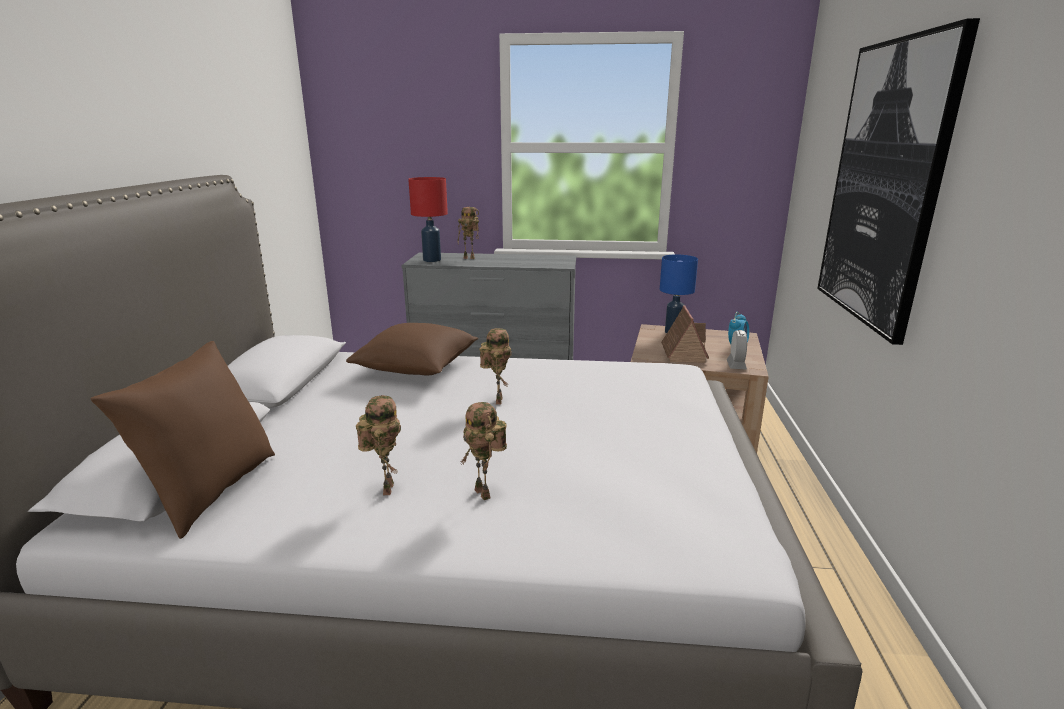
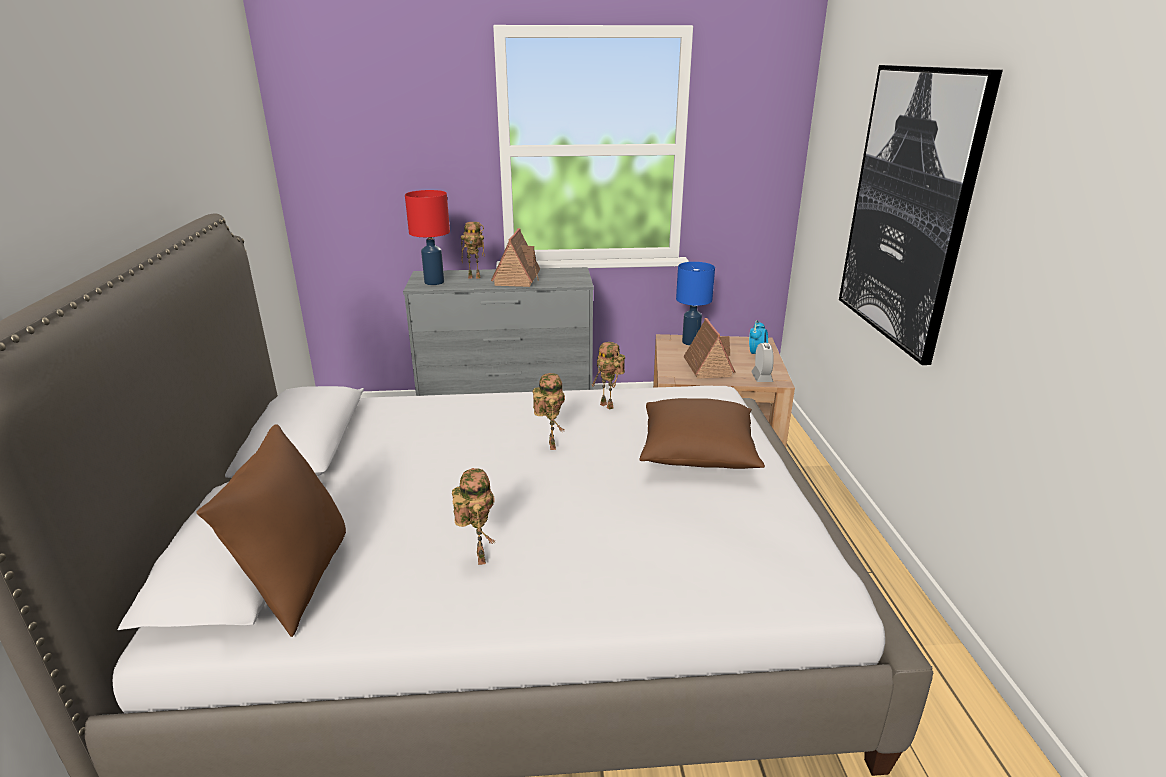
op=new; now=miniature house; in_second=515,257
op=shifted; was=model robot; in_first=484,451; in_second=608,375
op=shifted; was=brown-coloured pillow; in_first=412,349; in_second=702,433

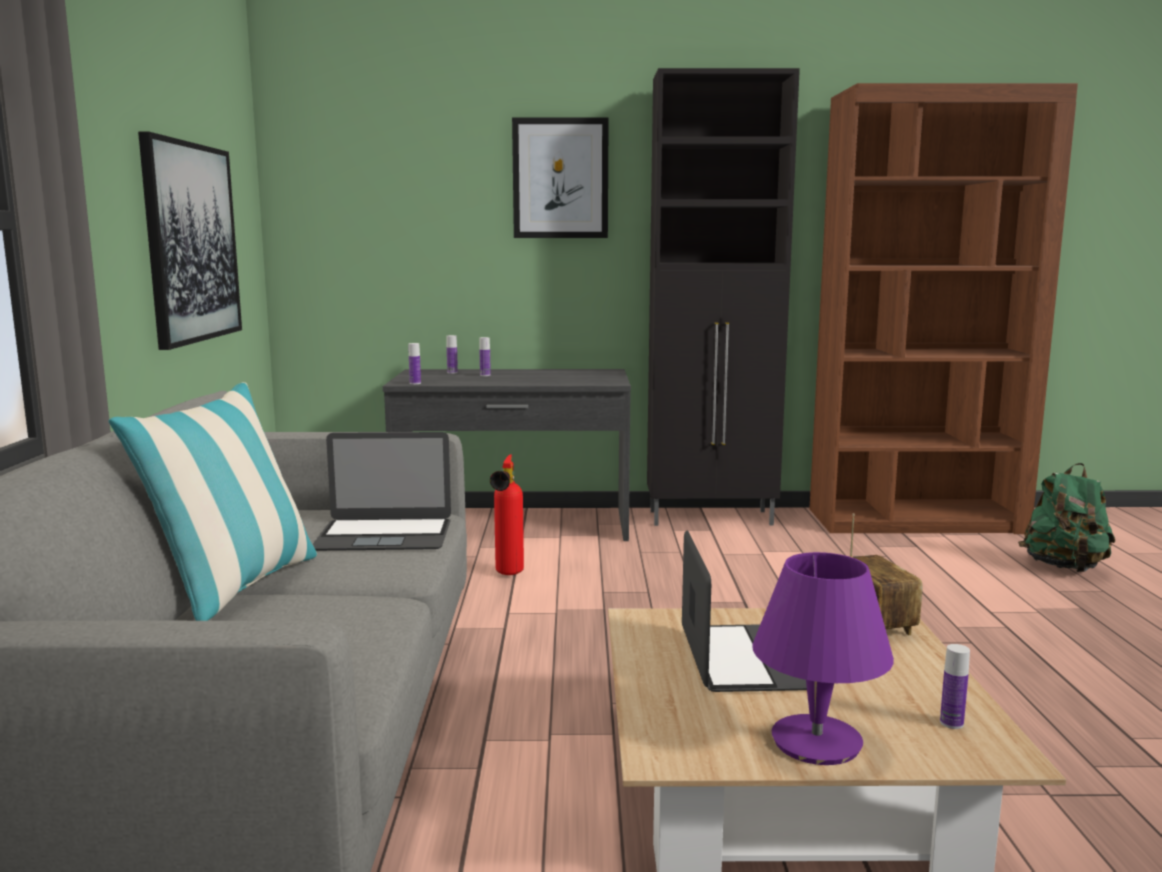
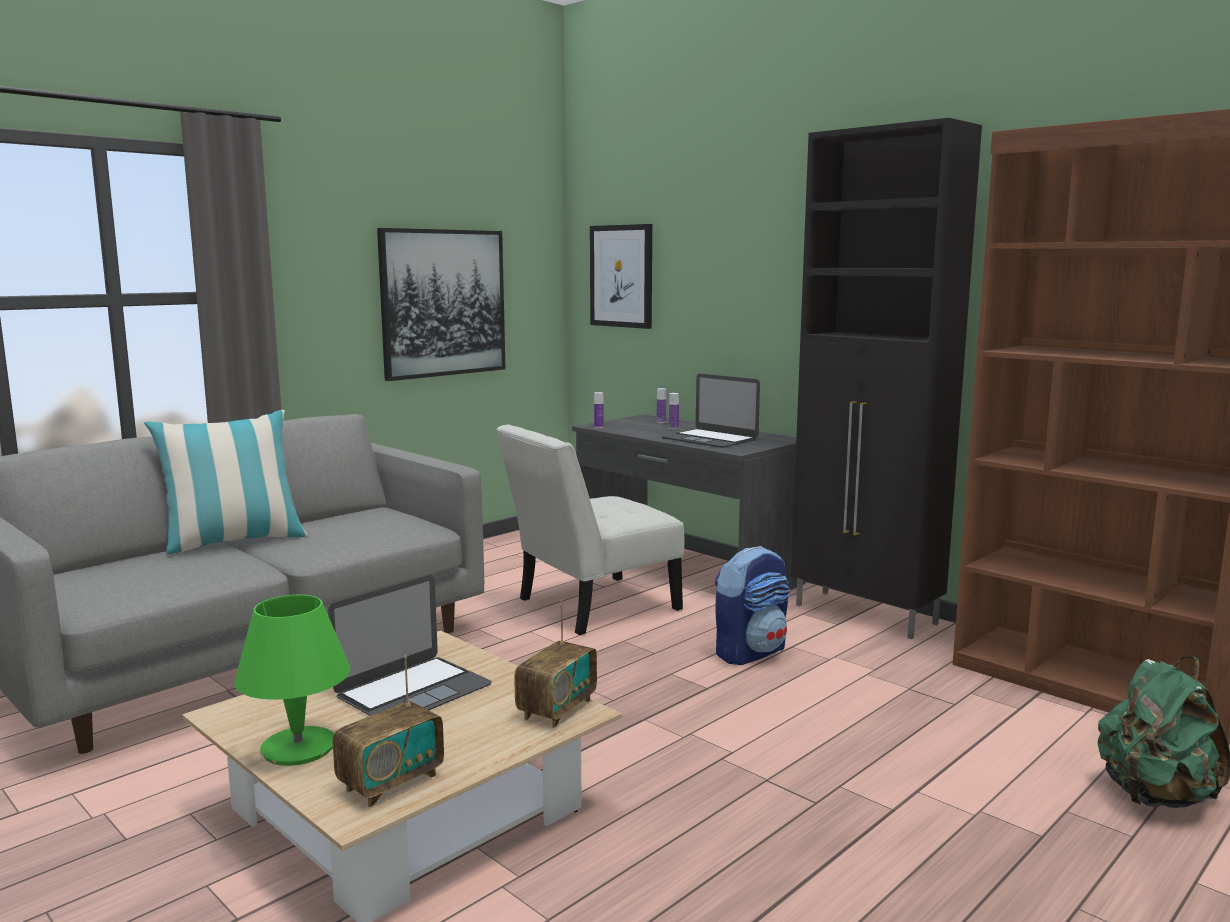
op=repainted; was=purple-coloured table lamp; now=green table lamp; in_first=823,658; in_second=292,680
op=swapped; was=bottle; now=radio receiver; in_first=955,686; in_second=388,731
op=swapped; was=fire-fighting cylinder; now=white-coloured upright chair; in_first=507,514; in_second=590,529
op=shifted; was=wall picture; in_first=560,178; in_second=621,276
op=shifted; was=laptop; in_first=381,491; in_second=710,411
op=new; now=backpack; in_second=752,605

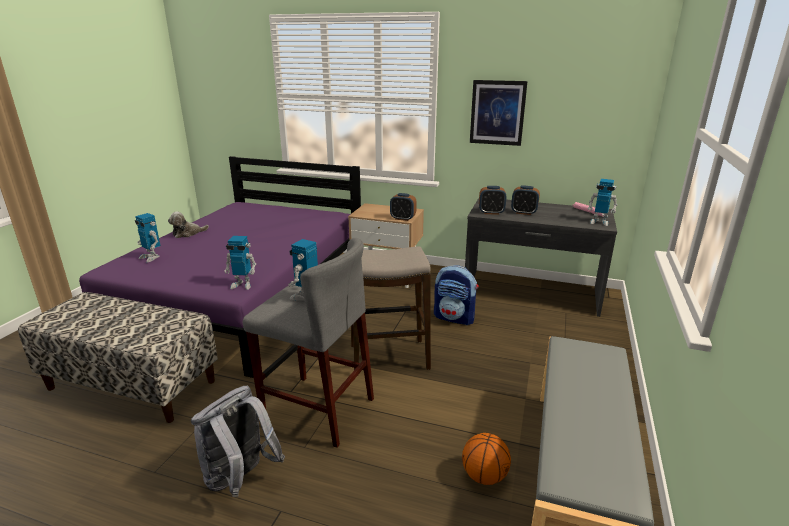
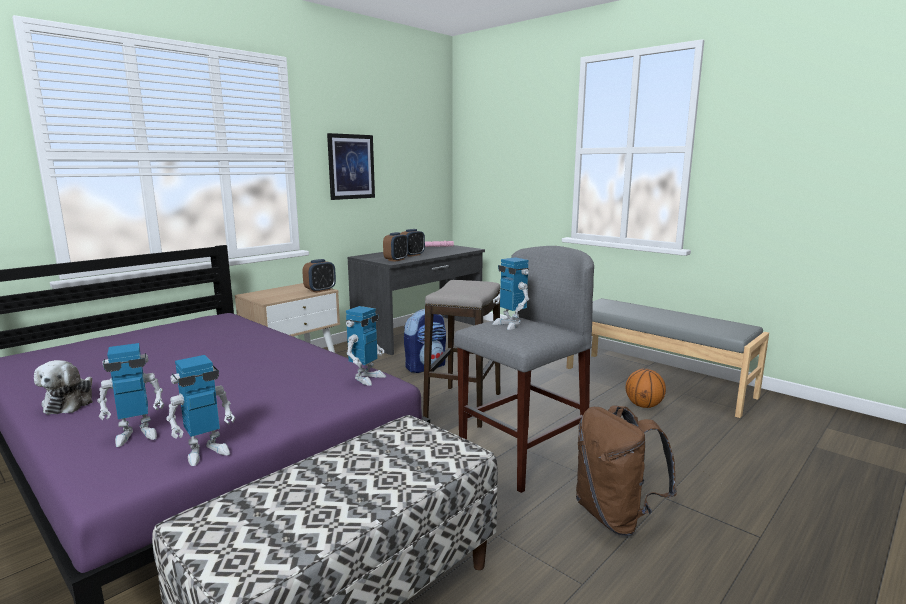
op=shifted; was=model robot; in_first=602,202; in_second=200,410
op=repainted; was=grey backpack; now=brown-coloured backpack; in_first=238,441; in_second=626,470

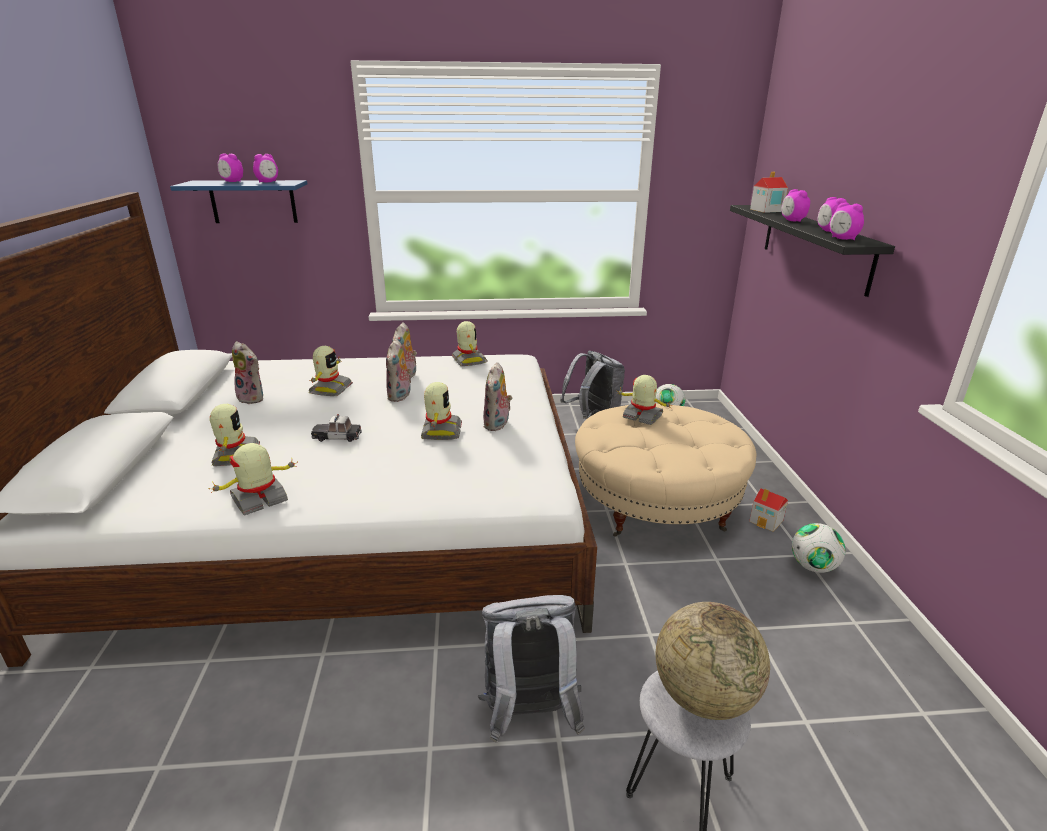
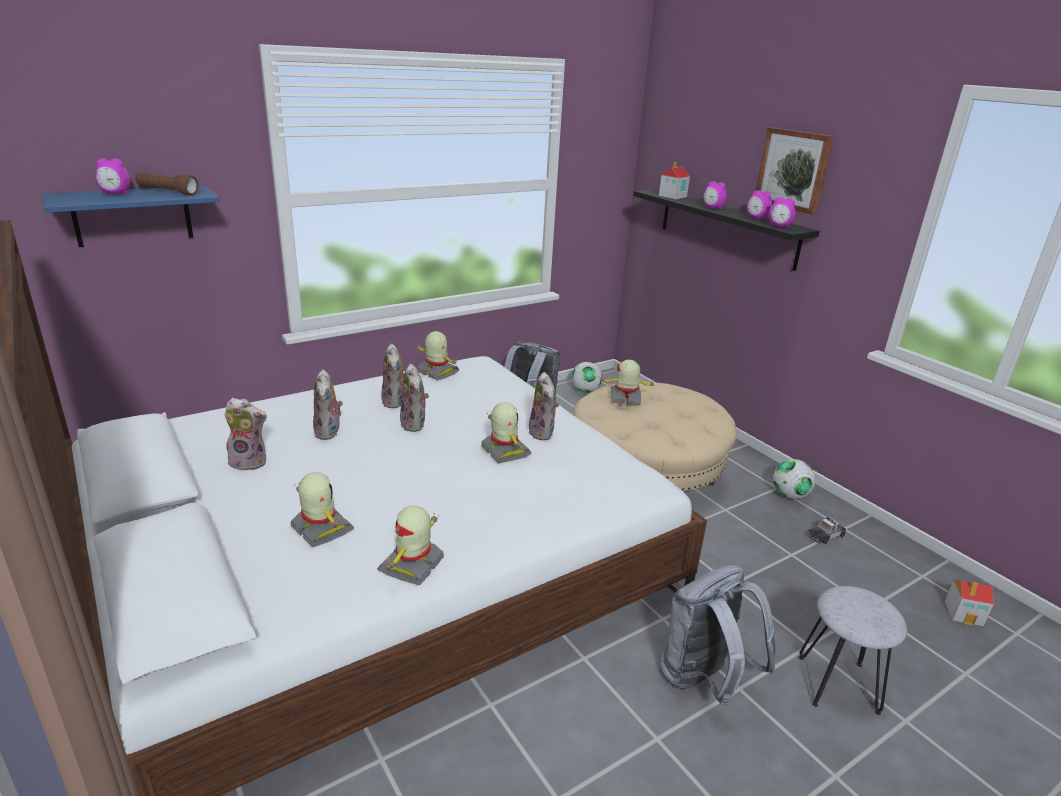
op=swapped; was=alarm clock; now=brown-coloured flashlight; in_first=265,168; in_second=167,184
op=swapped; was=model robot; now=plush toy; in_first=330,371; in_second=328,404
op=new; now=wall picture; in_second=795,171
op=shifted; was=toy car; in_first=336,428; in_second=826,530
op=shifted; was=miniature house; in_first=768,510; in_second=969,603
op=gone; was=globe; in_first=713,661

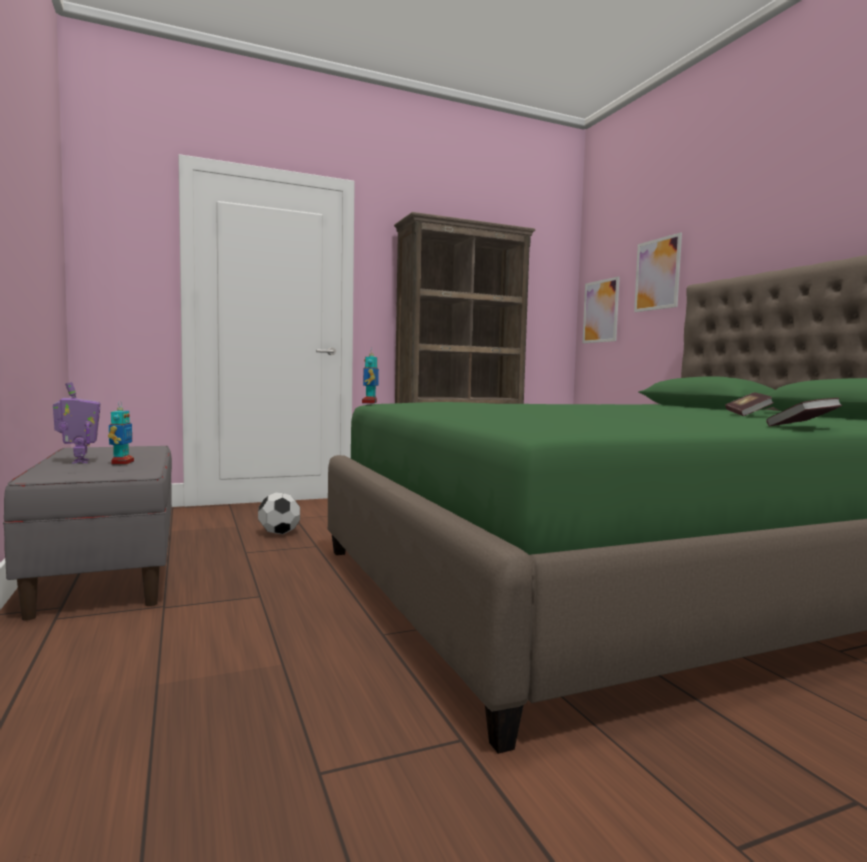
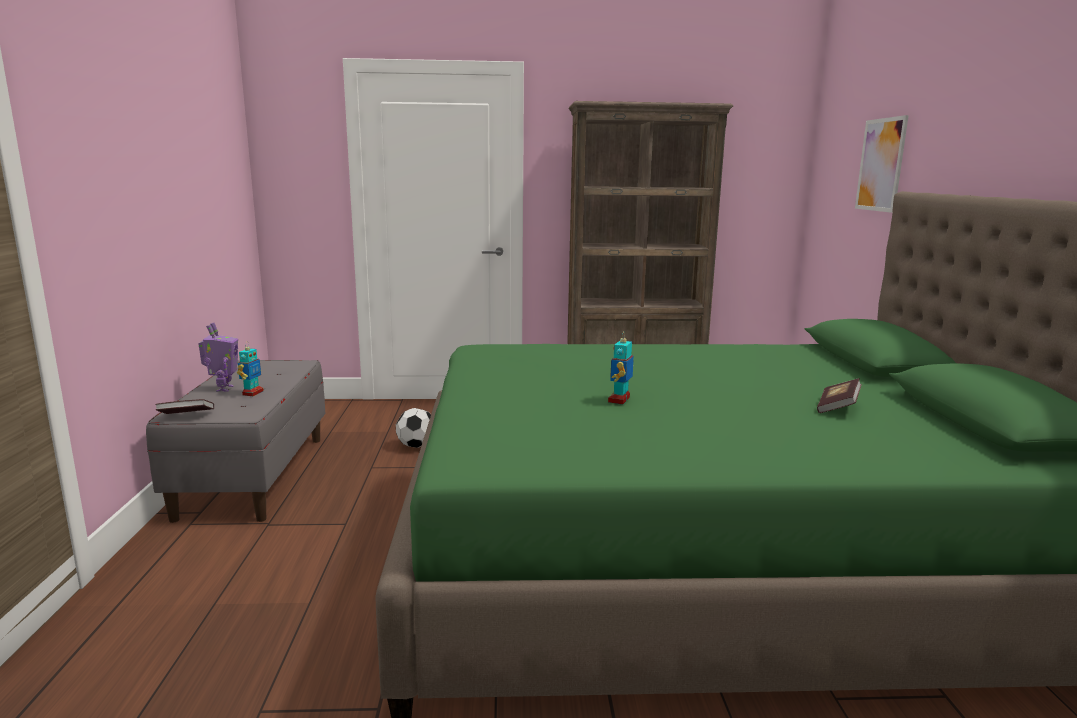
op=shifted; was=book; in_first=804,412; in_second=184,406
op=shifted; was=model robot; in_first=370,378; in_second=621,368
op=gone; was=wall picture; in_first=601,310

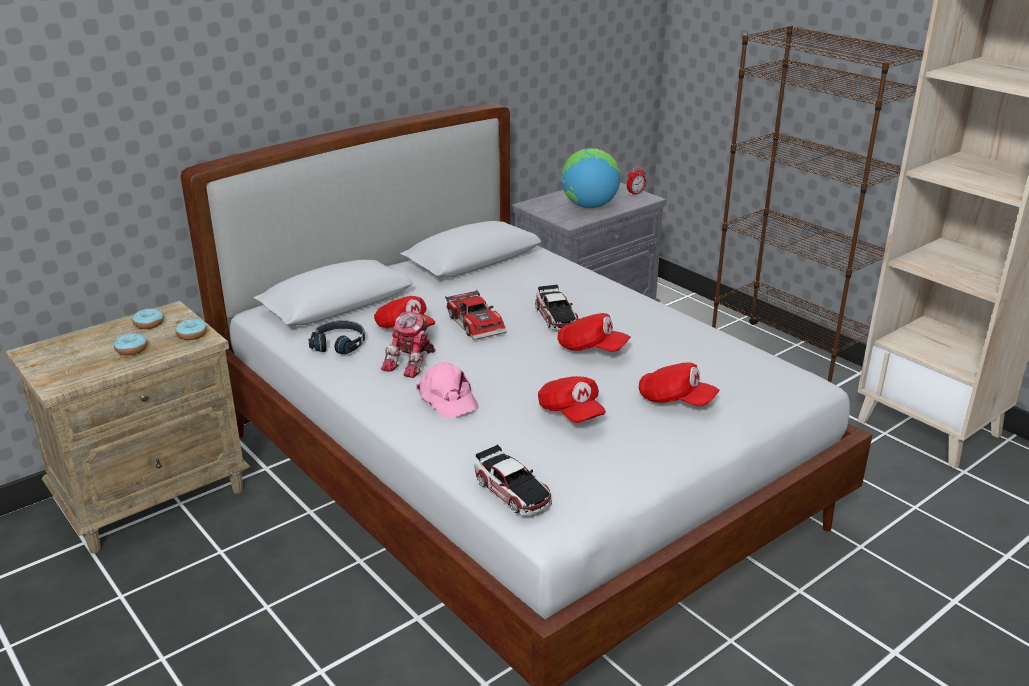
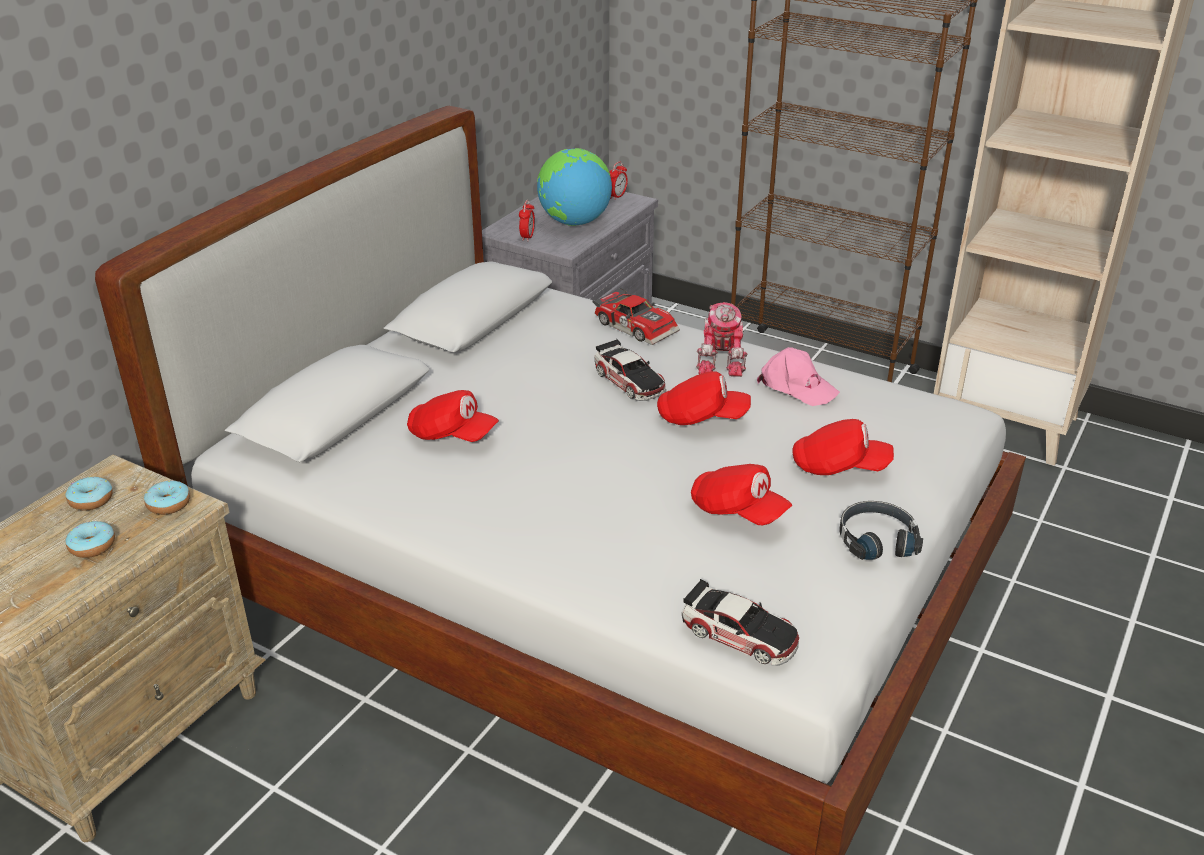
op=new; now=alarm clock; in_second=527,220
op=shifted; was=toy car; in_first=476,315; in_second=636,316
op=shifted; was=model robot; in_first=408,344; in_second=722,339
op=shifted; was=pink baseball cap; in_first=447,389; in_second=798,376
op=shifted; was=black pair of headphones; in_first=337,337; in_second=881,530

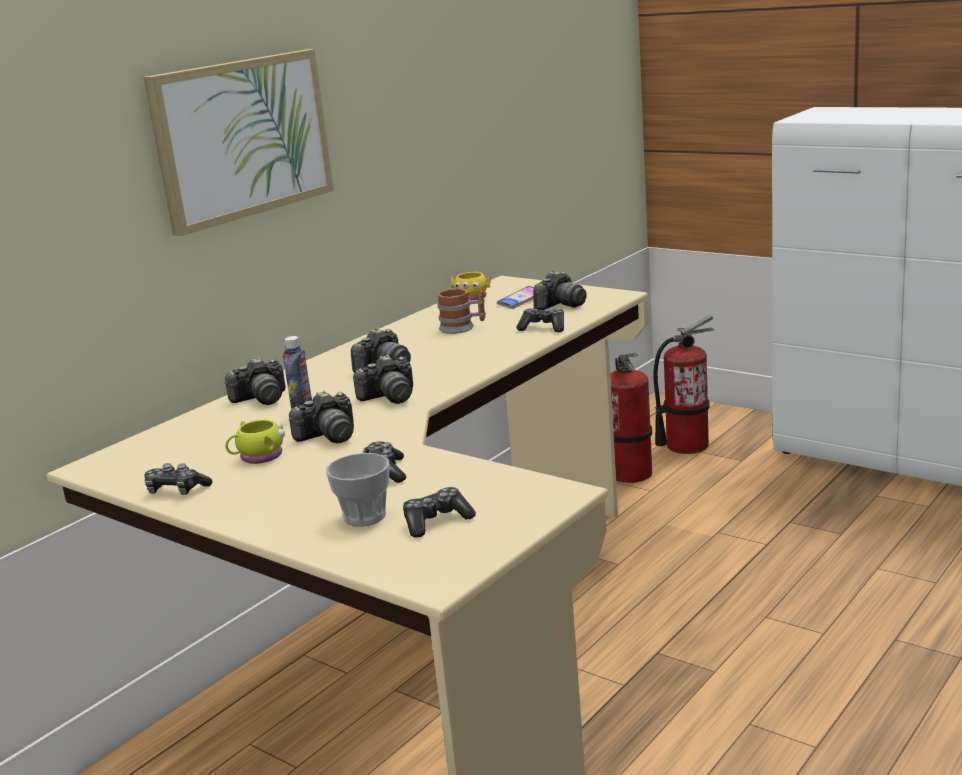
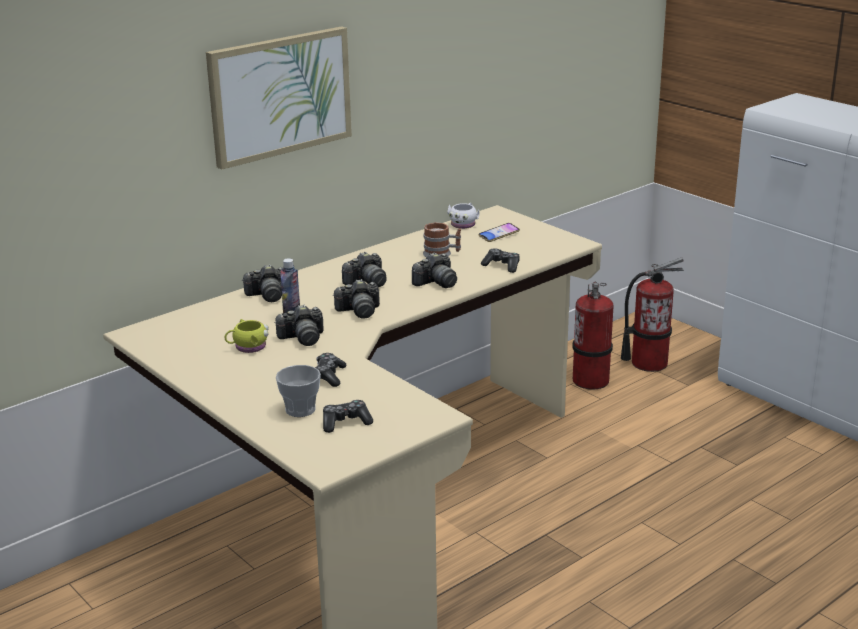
op=shifted; was=photo camera; in_first=560,290; in_second=434,270
op=repainted; was=yellowish mug; now=white-coloured mug; in_first=471,286; in_second=463,216
op=gone; was=gamepad; in_first=178,479

